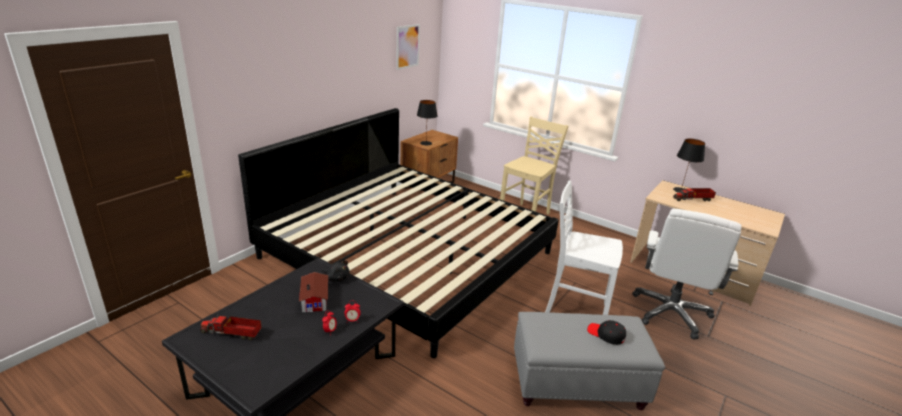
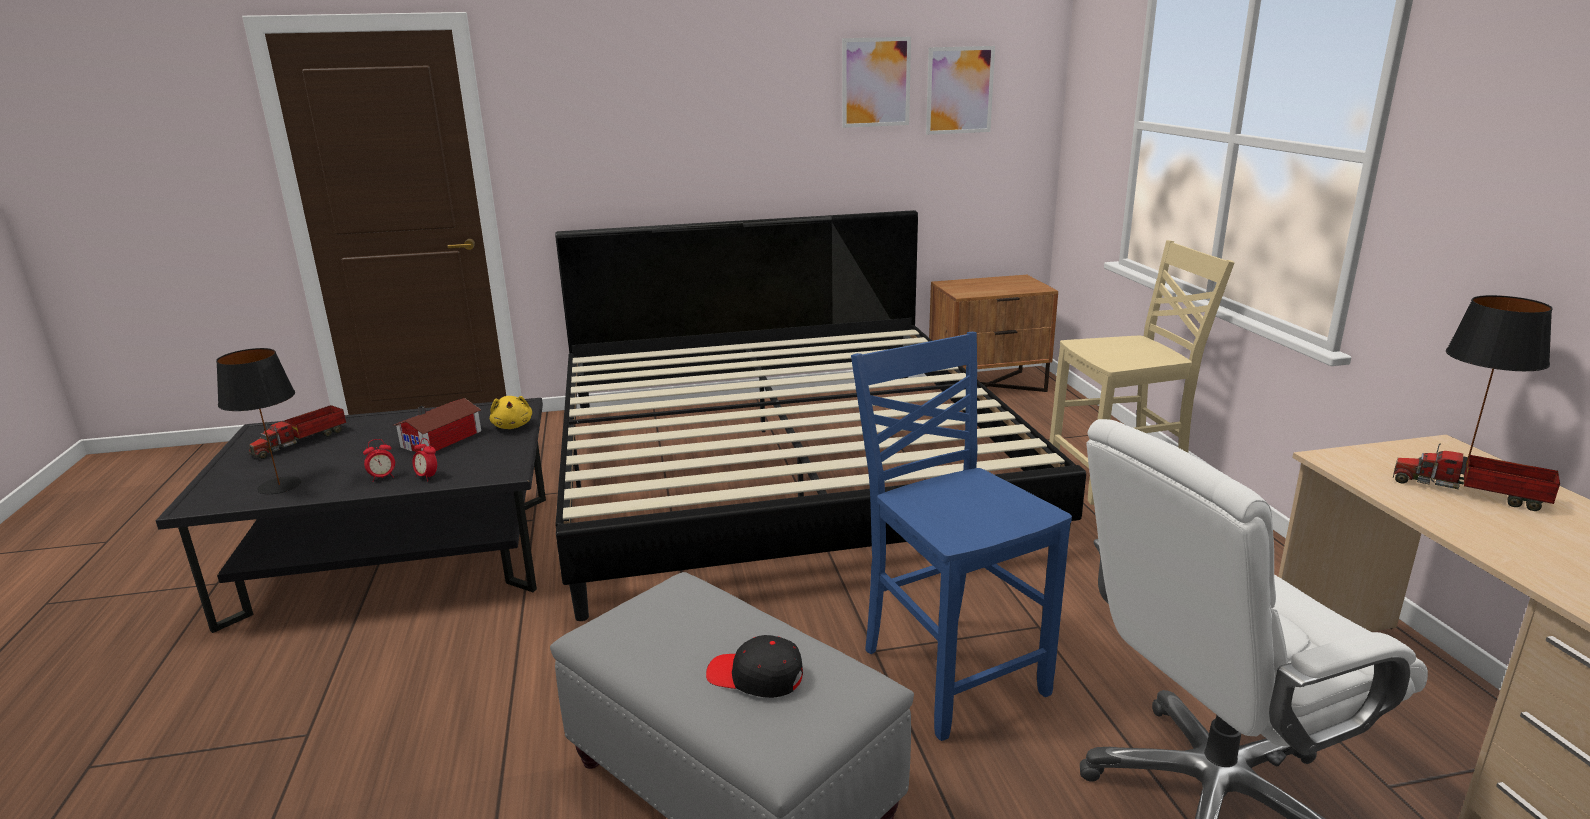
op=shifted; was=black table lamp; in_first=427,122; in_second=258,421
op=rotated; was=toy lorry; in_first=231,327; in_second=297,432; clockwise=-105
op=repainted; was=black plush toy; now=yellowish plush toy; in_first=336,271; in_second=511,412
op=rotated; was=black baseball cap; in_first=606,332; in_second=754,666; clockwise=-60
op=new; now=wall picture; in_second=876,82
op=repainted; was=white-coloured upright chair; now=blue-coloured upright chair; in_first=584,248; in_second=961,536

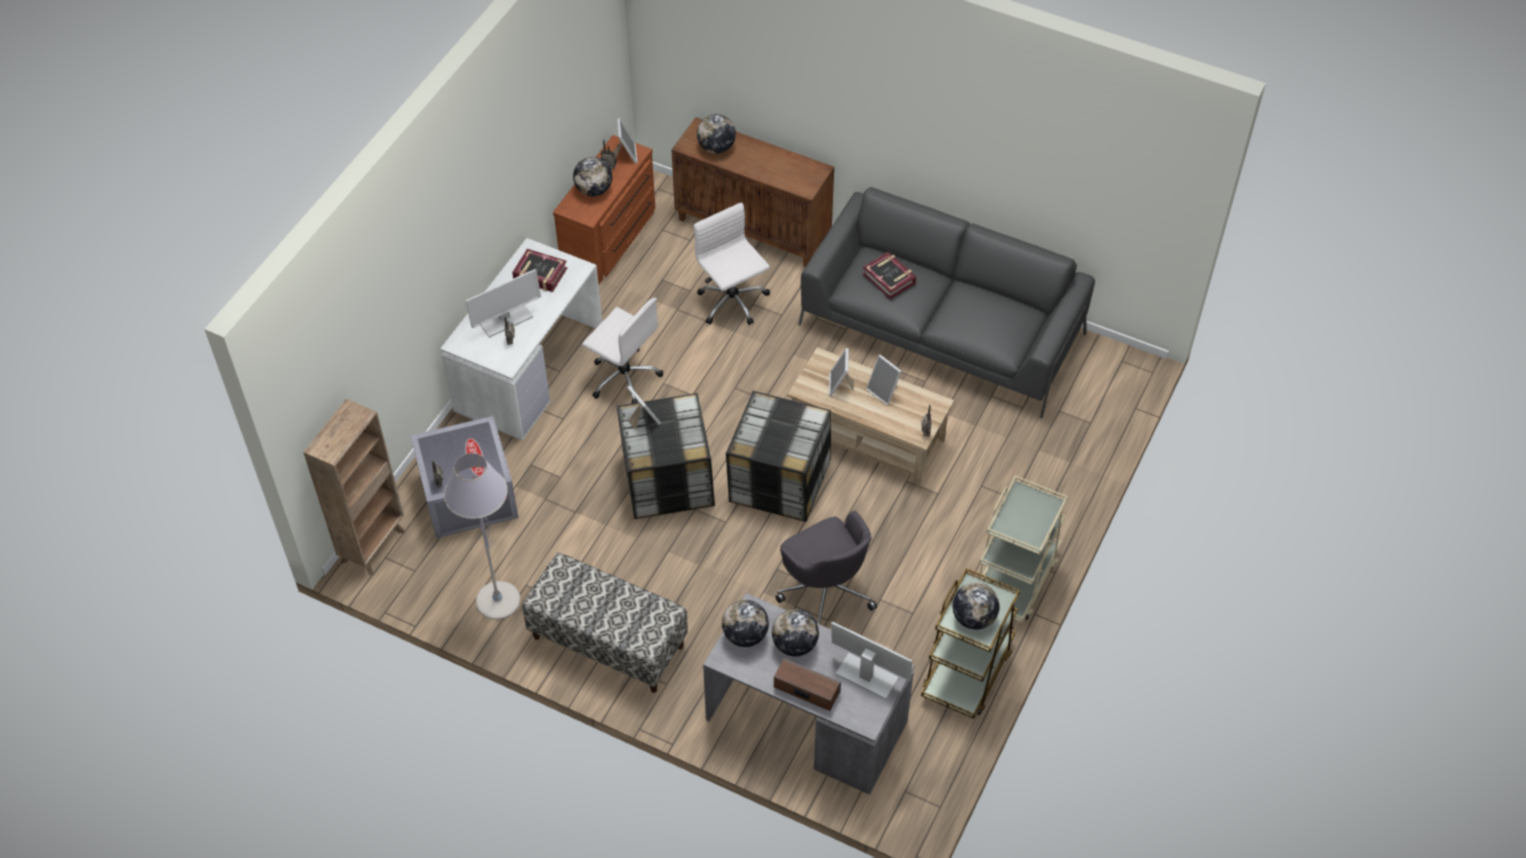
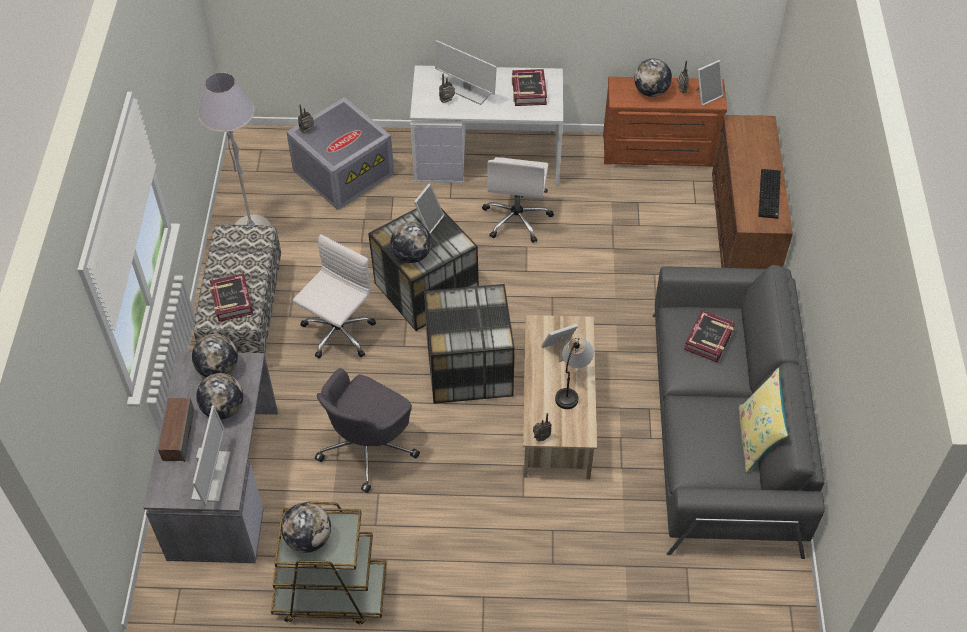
op=new; now=book; in_second=231,298
op=shifted; was=white-coloured office chair; in_first=732,263; in_second=334,296
op=shifted; was=globe; in_first=716,134; in_second=411,242
op=swapped; was=photo frame; now=table lamp; in_first=884,380; in_second=574,373
op=new; now=yellowish pillow; in_second=763,420
op=new; now=computer keyboard; in_second=769,194
op=gone; was=brown-coloured bookshelf; in_first=353,487
op=gone; was=beige trolley; in_first=1023,549

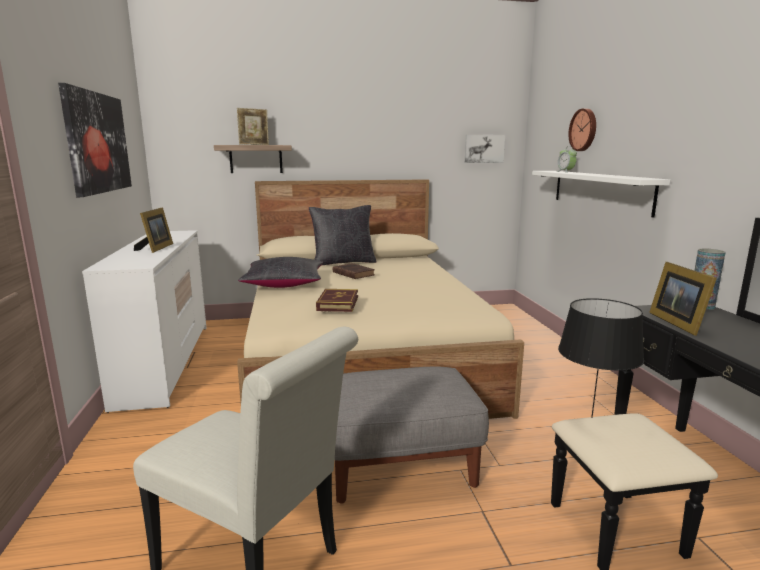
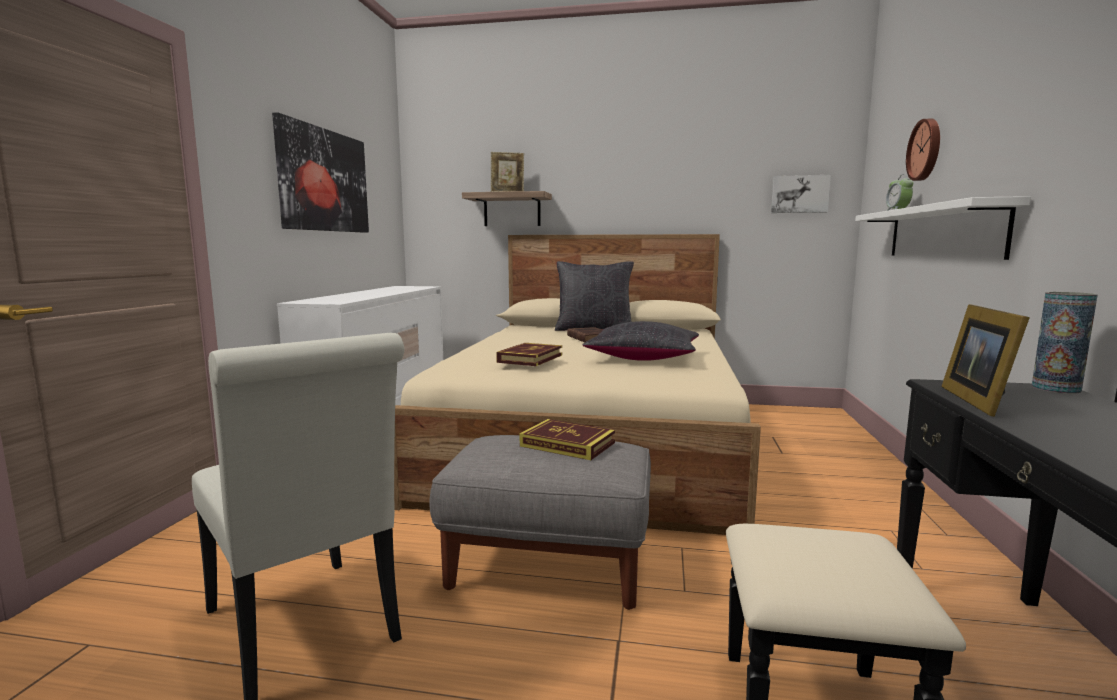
op=new; now=book; in_second=567,439
op=shifted; was=black pillow; in_first=280,272; in_second=641,341
op=gone; was=photo frame; in_first=153,230
op=gone; was=black table lamp; in_first=601,358

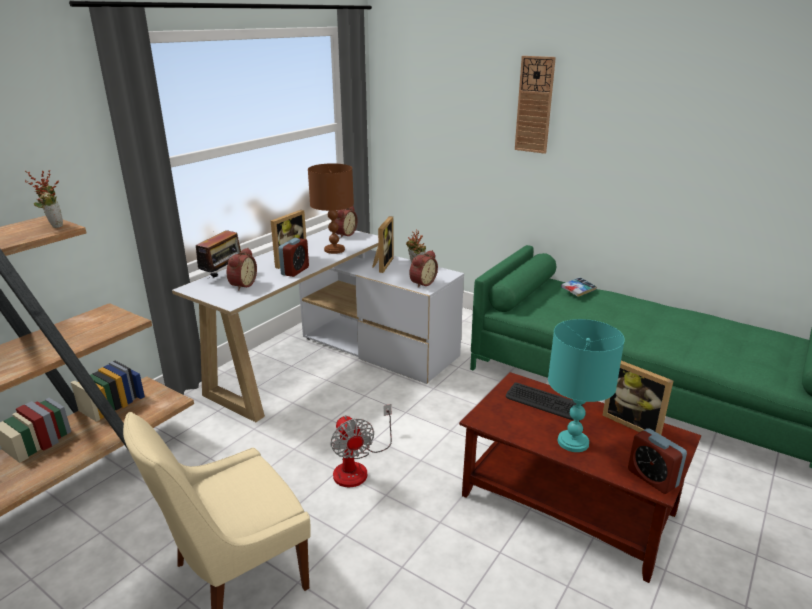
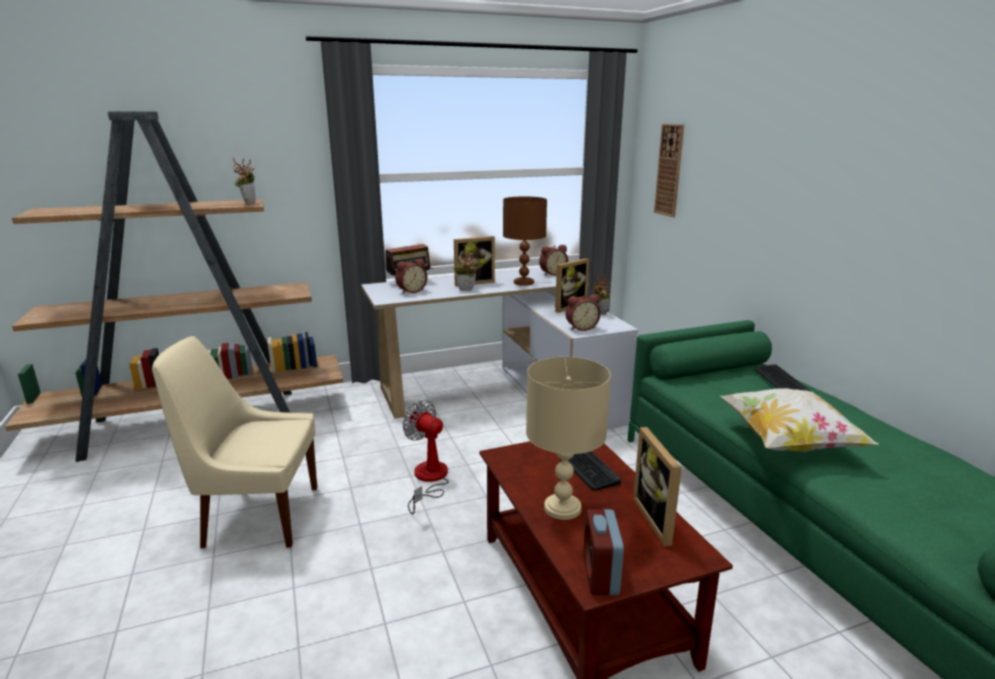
op=rotated; was=cooling fan; in_first=361,446; in_second=425,457; clockwise=120
op=swapped; was=alarm clock; now=houseplant; in_first=293,257; in_second=464,271
op=repainted; was=blue-green table lamp; now=beige table lamp; in_first=586,385; in_second=568,438
op=shifted; was=wall clock; in_first=535,105; in_second=669,170
op=new; now=pillow; in_second=799,420
op=swapped; was=book; now=computer keyboard; in_first=579,287; in_second=782,377

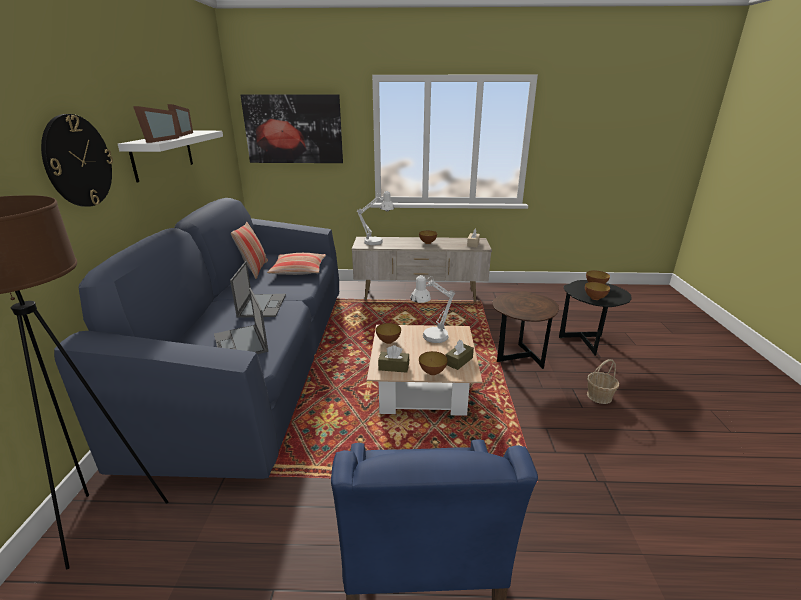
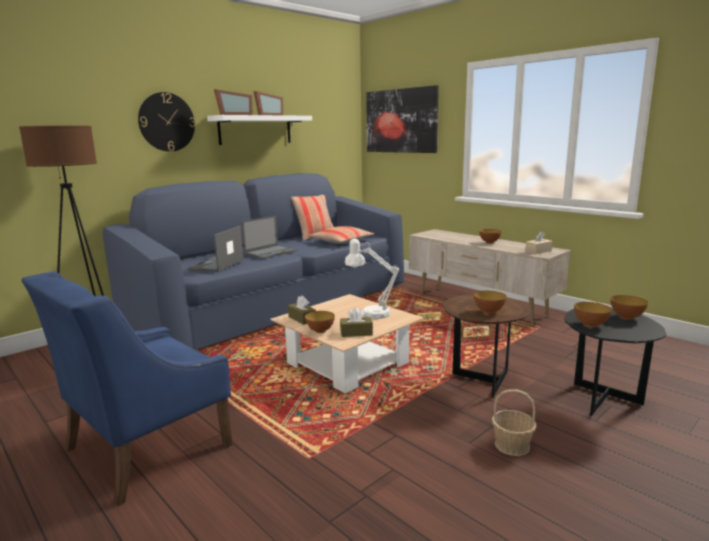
op=shifted; was=deep dish; in_first=388,333; in_second=490,302
op=gone; was=white-coloured table lamp; in_first=375,218

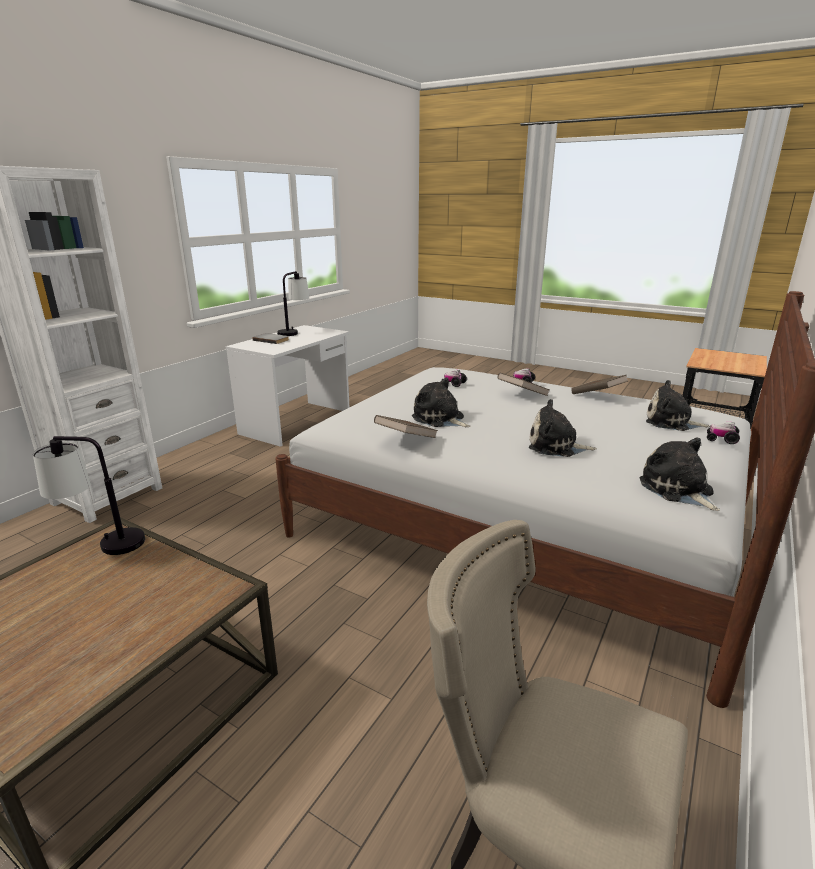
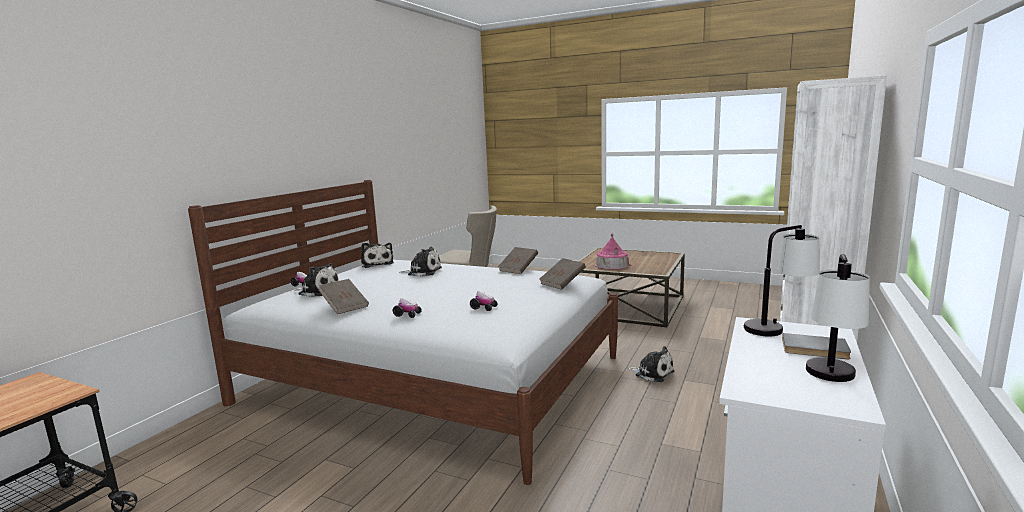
op=shifted; was=brown-coloured book; in_first=523,384; in_second=562,274
op=new; now=miniature house; in_second=613,251
op=shifted; was=plush toy; in_first=441,402; in_second=650,364
op=shifted; was=table lamp; in_first=89,495; in_second=782,280

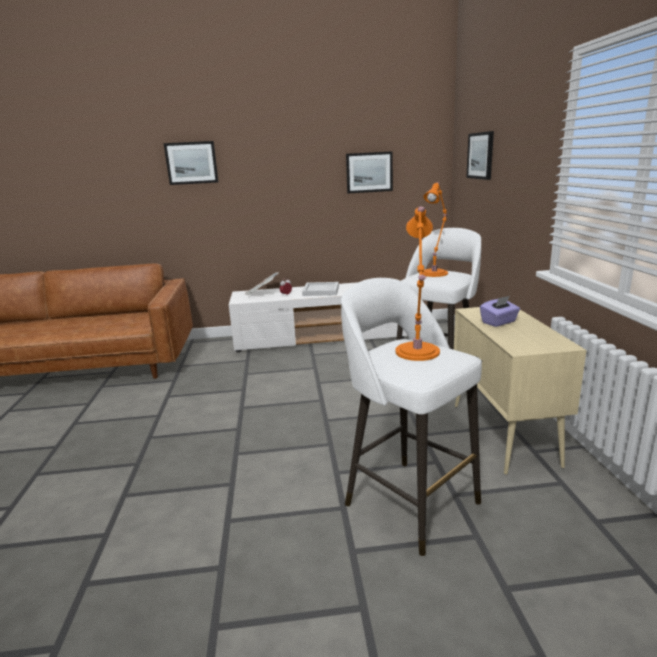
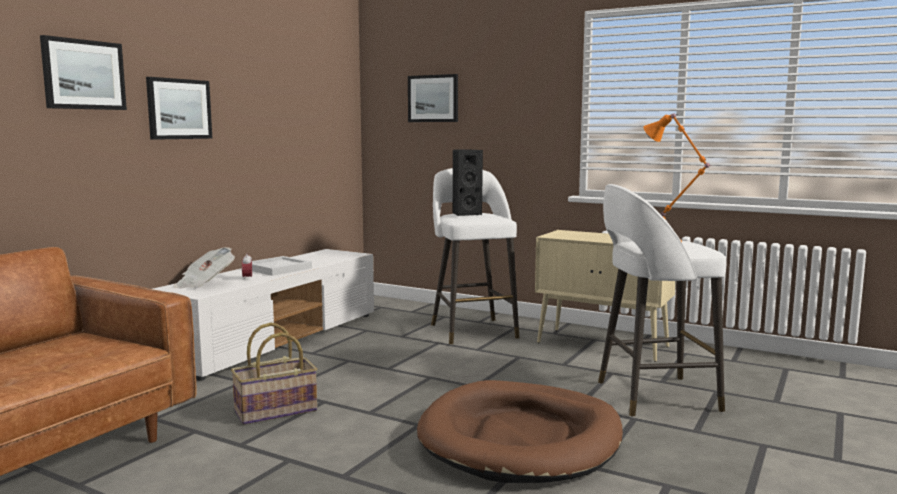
op=shifted; was=wall picture; in_first=369,172; in_second=179,108
op=new; now=storage basket; in_second=274,373
op=new; now=brown-coloured dog cushion; in_second=520,431
op=swapped; was=orange table lamp; now=black speaker; in_first=435,229; in_second=468,182
op=gone; was=purple-coloured tissue holder; in_first=500,311

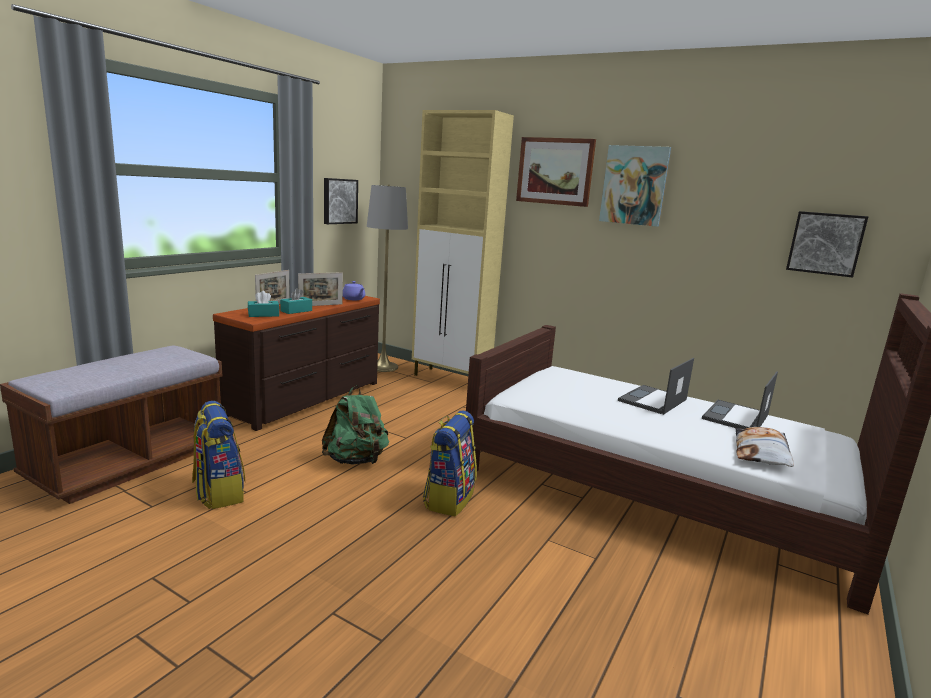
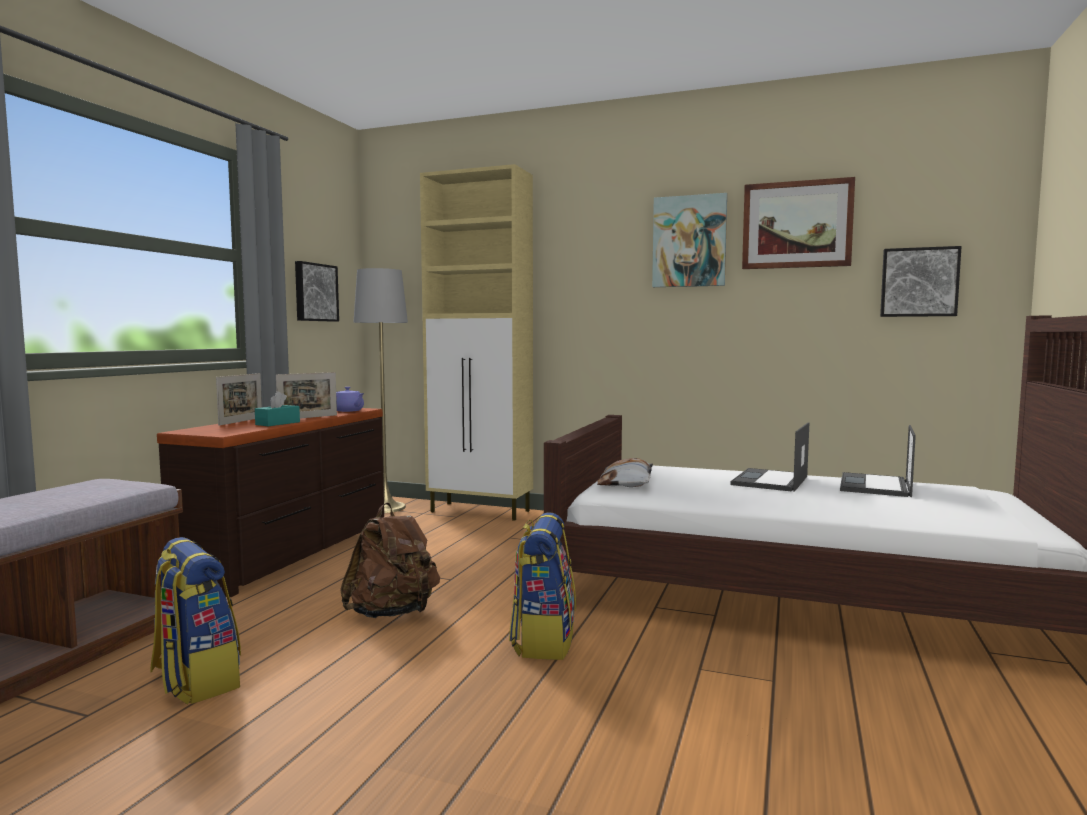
op=repainted; was=green backpack; now=brown-coloured backpack; in_first=355,425; in_second=390,560
op=shifted; was=pillow; in_first=765,447; in_second=625,472
op=shifted; was=wall picture; in_first=556,172; in_second=798,223
op=gone; was=blue-green tissue holder; in_first=263,304

